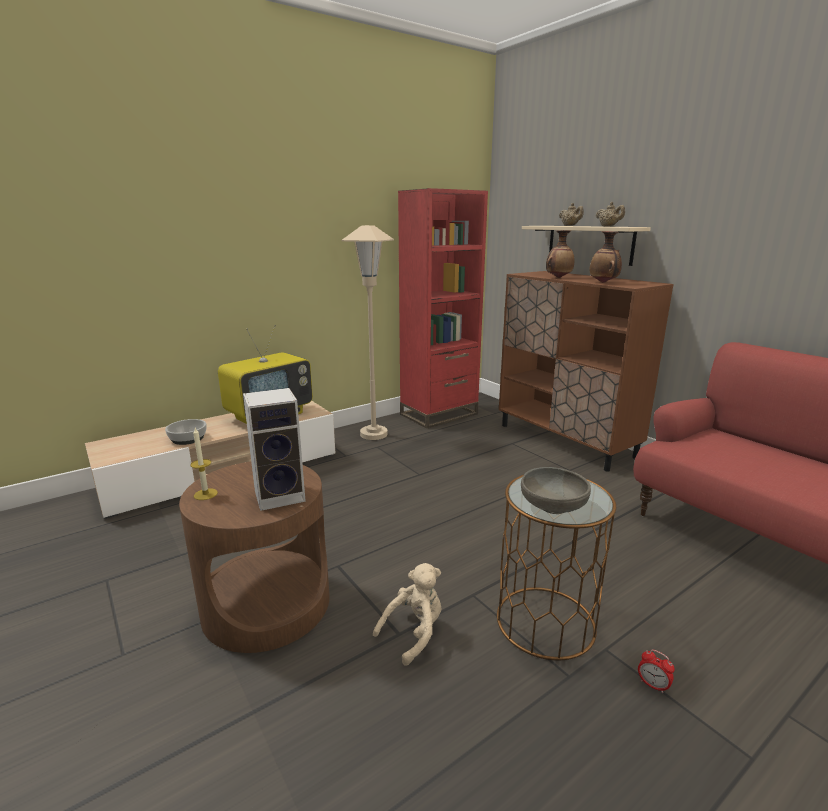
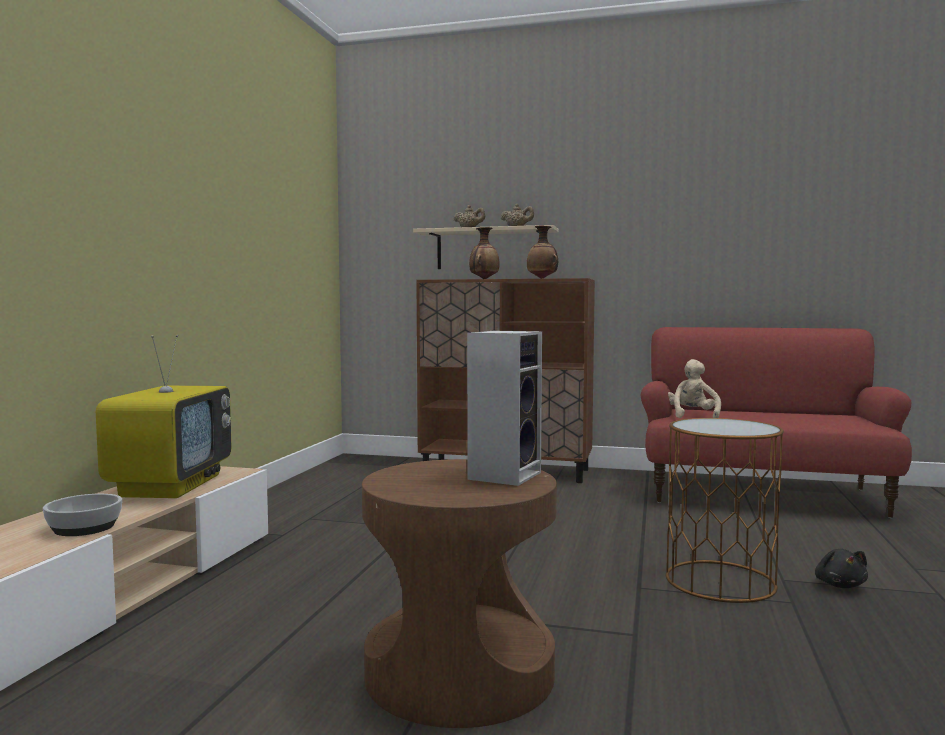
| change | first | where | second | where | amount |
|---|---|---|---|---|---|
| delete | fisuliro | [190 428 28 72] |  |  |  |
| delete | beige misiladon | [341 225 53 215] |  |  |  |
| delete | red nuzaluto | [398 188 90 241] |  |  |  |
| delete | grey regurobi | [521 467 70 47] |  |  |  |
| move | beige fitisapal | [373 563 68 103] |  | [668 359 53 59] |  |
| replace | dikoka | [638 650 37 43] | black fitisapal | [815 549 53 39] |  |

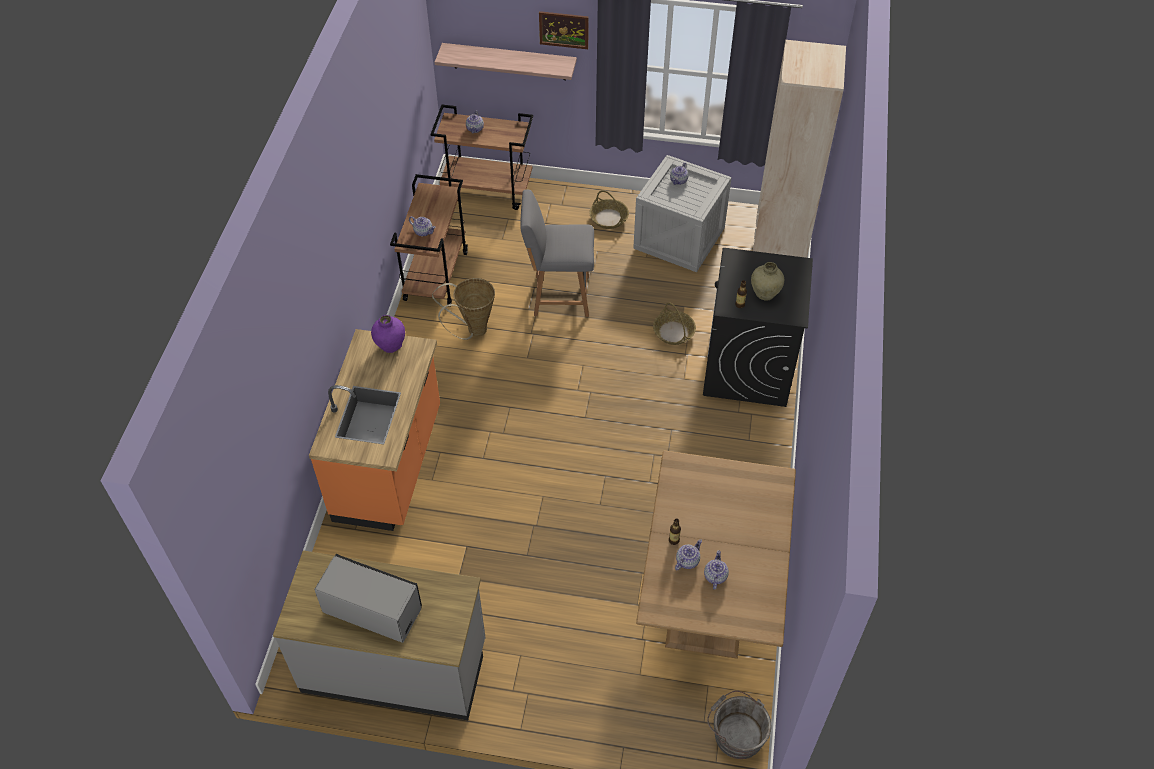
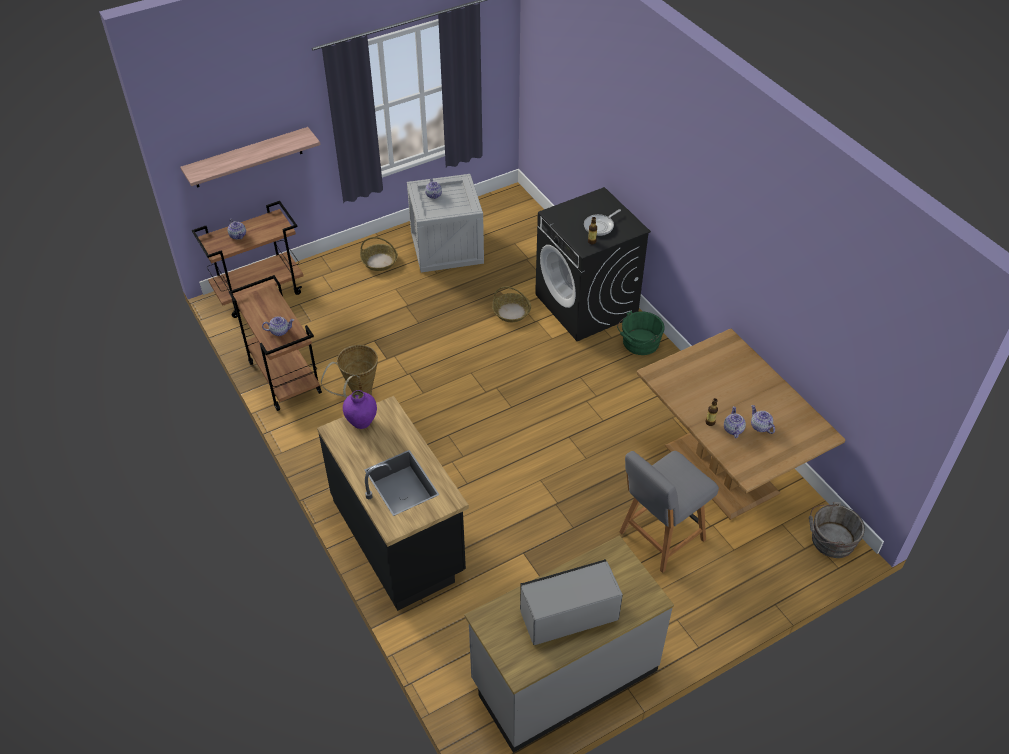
| change | first | where | second | where | amount |
|---|---|---|---|---|---|
| delete | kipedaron | [539 11 50 38] |  |  |  |
| delete | beige nuzaluto | [753 40 93 218] |  |  |  |
| insert |  |  | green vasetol | [617 311 48 44] |  |
| move | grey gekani | [520 190 74 127] |  | [619 451 100 122] |  |
| replace | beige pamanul | [751 262 33 39] | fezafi | [584 209 37 27] |  |
| recolor | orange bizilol | [309 329 131 202] | black bizilol | [317 396 152 215] |  |

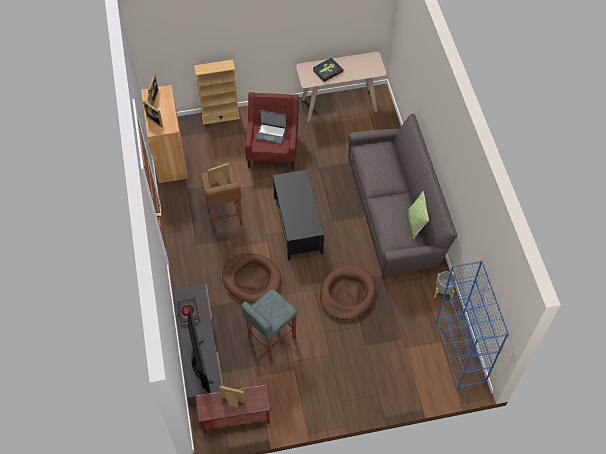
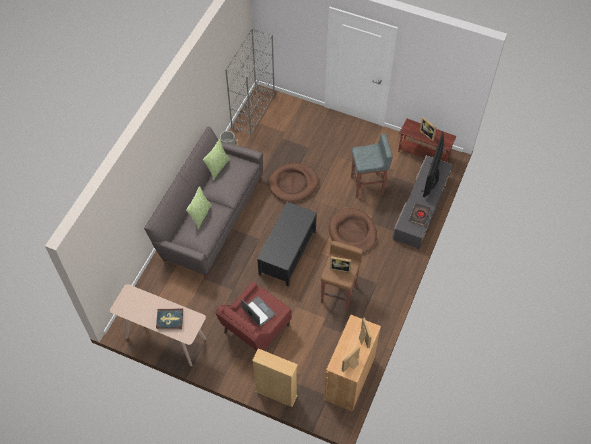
| change | first | where | second | where | amount |
|---|---|---|---|---|---|
| insert |  |  | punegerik | [186 186 26 43] |  |
| recolor | blue nuzaluto | [436 260 73 129] | grey nuzaluto | [225 28 50 108] |  |

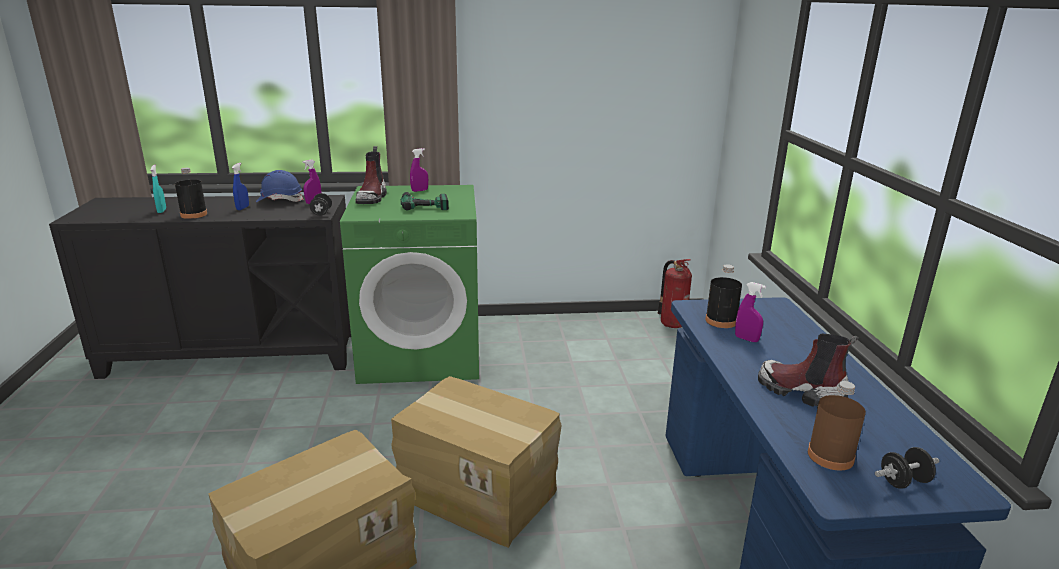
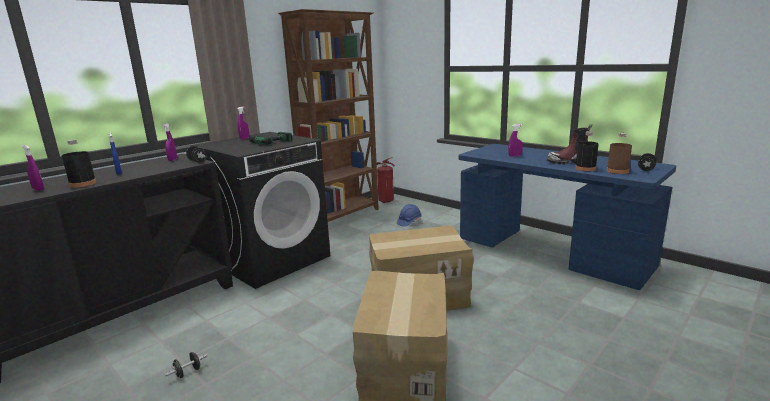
| change | first | where | second | where | amount |
|---|---|---|---|---|---|
| delete | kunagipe | [356 146 31 58] |  |  |  |
| insert |  |  | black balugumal | [165 352 42 26] |  |
| insert |  |  | brown nuzaluto | [278 9 101 213] |  |
| move | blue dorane | [256 170 48 32] |  | [397 204 25 23] |  |
| move | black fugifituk | [705 264 37 64] |  | [575 131 24 40] |  |
| recolor | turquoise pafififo | [151 165 15 48] | purple pafififo | [22 145 22 46] |  |
| recolor | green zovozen | [340 185 139 199] | black zovozen | [190 132 140 157] |  |

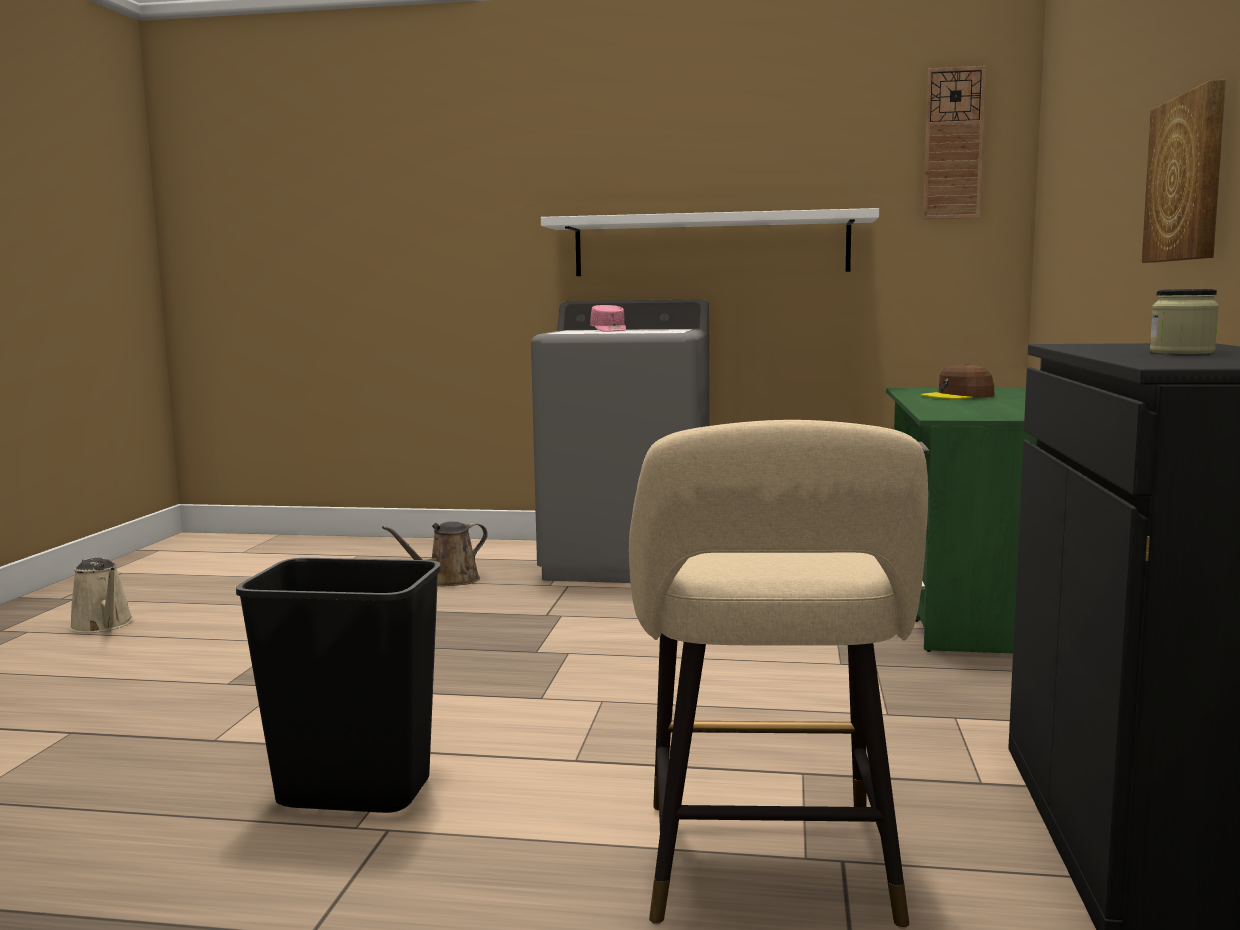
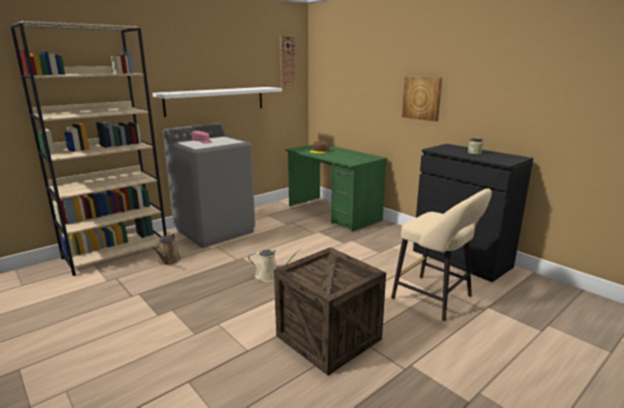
| change | first | where | second | where | amount |
|---|---|---|---|---|---|
| insert |  |  | beige nuzaluto | [10 21 157 255] |  |
| move | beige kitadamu | [69 557 64 76] |  | [248 249 53 33] |  |
| replace | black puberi | [236 558 205 255] | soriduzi | [274 247 112 128] |  |

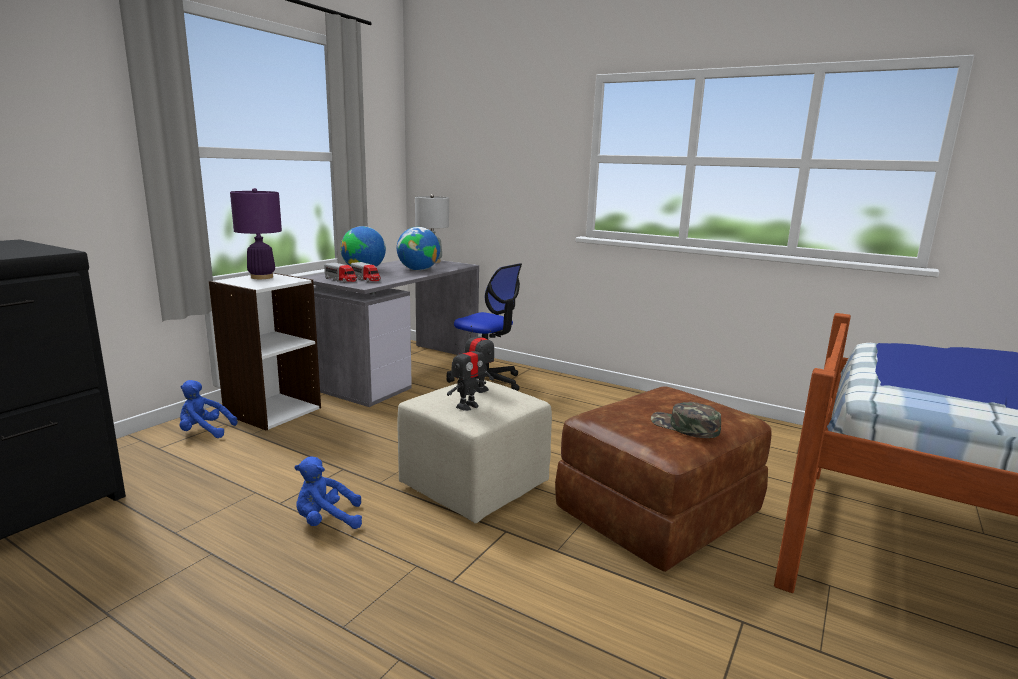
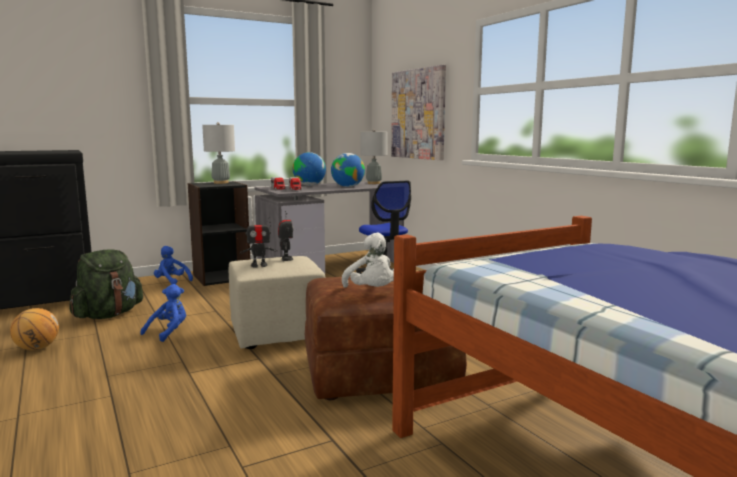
| change | first | where | second | where | amount |
|---|---|---|---|---|---|
| insert |  |  | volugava | [10 308 49 42] |  |
| insert |  |  | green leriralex | [69 249 74 70] |  |
| insert |  |  | kipedaron | [391 65 55 95] |  |
| replace | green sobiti | [651 402 70 36] | white fitisapal | [342 233 52 55] |  |
| recolor | white nuzaluto | [209 273 112 158] | black nuzaluto | [188 181 62 105] |  |
| recolor | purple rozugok | [230 188 52 91] | grey rozugok | [202 122 33 62] |  |
| rotate | blue fitisapal | [295 457 67 72] |  | [140 284 46 58] | 105 degrees clockwise |

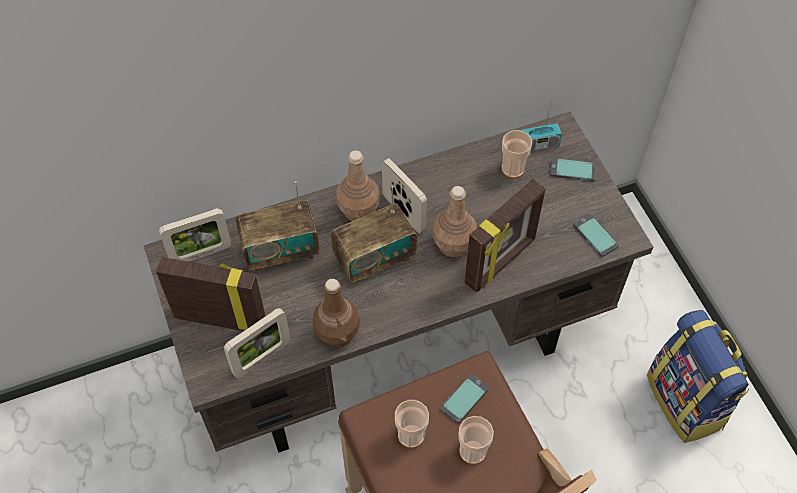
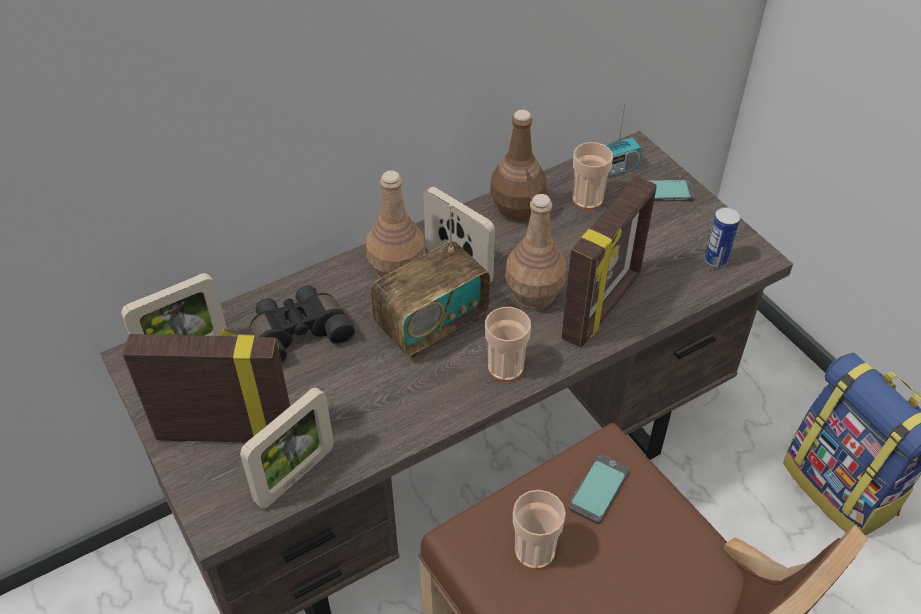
| change | first | where | second | where | amount |
|---|---|---|---|---|---|
| move | brown fugifituk | [313 279 47 68] |  | [490 110 57 112] |  |
| move | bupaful | [458 416 36 48] |  | [485 307 46 75] |  |
| replace | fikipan | [236 181 84 91] | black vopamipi | [250 285 105 79] |  |
| replace | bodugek | [573 214 46 43] | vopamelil | [704 207 36 61] |  |

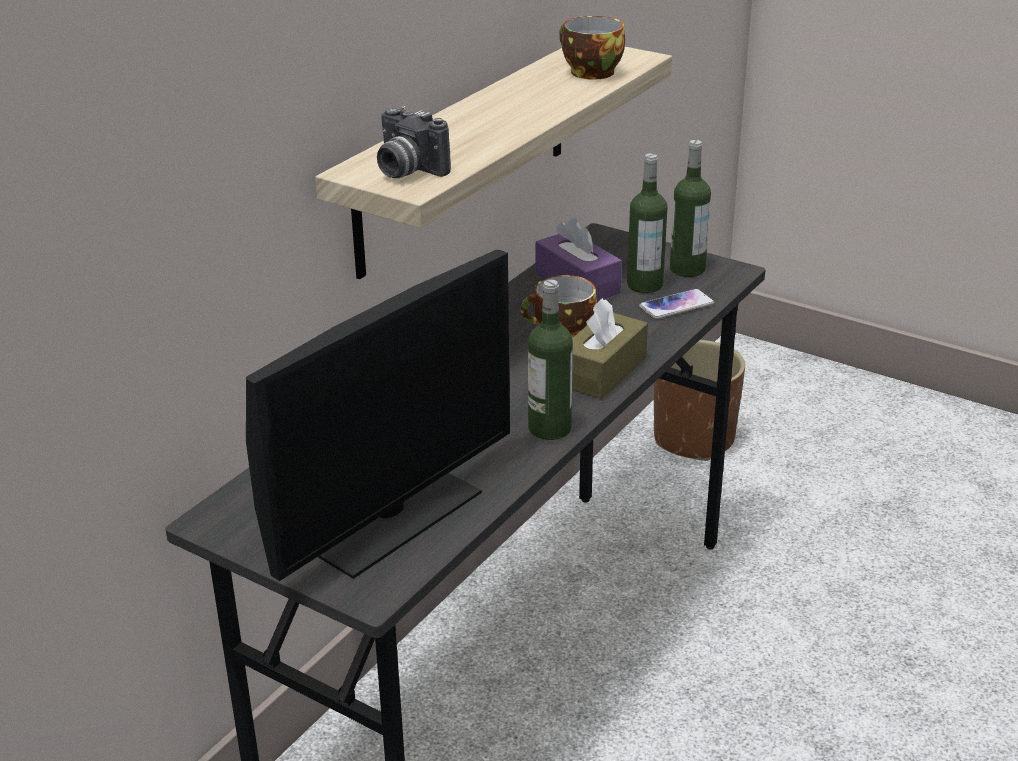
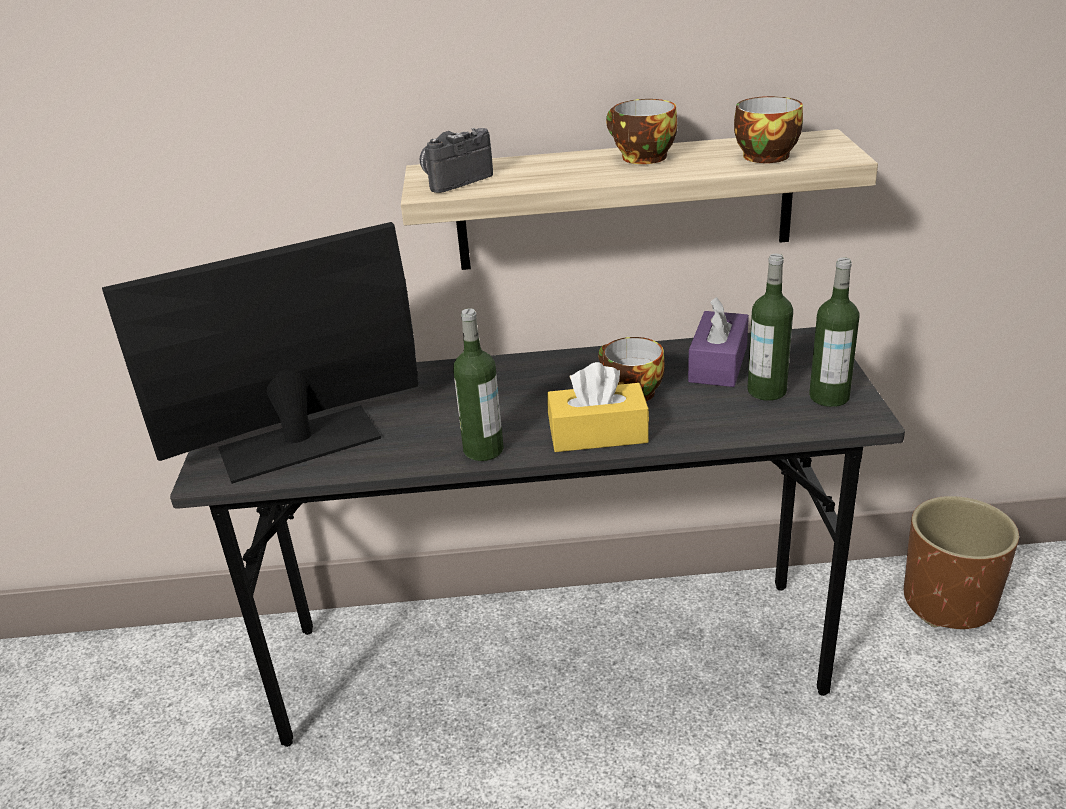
| change | first | where | second | where | amount |
|---|---|---|---|---|---|
| delete | bodugek | [639 289 76 30] |  |  |  |
| insert |  |  | bupaful | [606 99 72 65] |  |
| recolor | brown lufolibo | [572 298 76 101] | yellow lufolibo | [548 362 101 90] |  |
| rotate | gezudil | [246 250 264 331] |  | [102 222 316 262] | 150 degrees clockwise |
| rotate | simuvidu | [377 106 74 72] |  | [420 128 73 65] | 45 degrees clockwise |

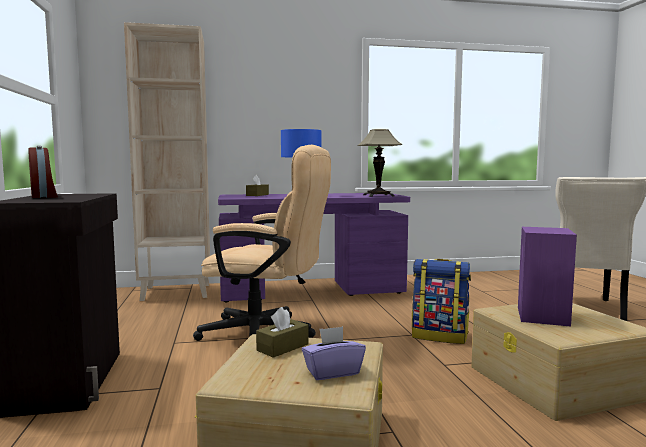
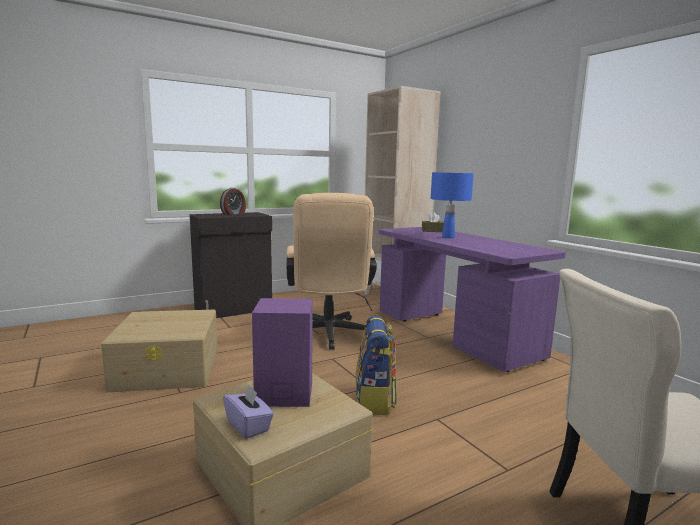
| change | first | where | second | where | amount |
|---|---|---|---|---|---|
| delete | brown lufolibo | [256 307 53 51] |  |  |  |
| delete | rozugok | [357 129 46 68] |  |  |  |
| move | purple lufolibo | [302 326 64 54] |  | [223 385 51 54] |  |

